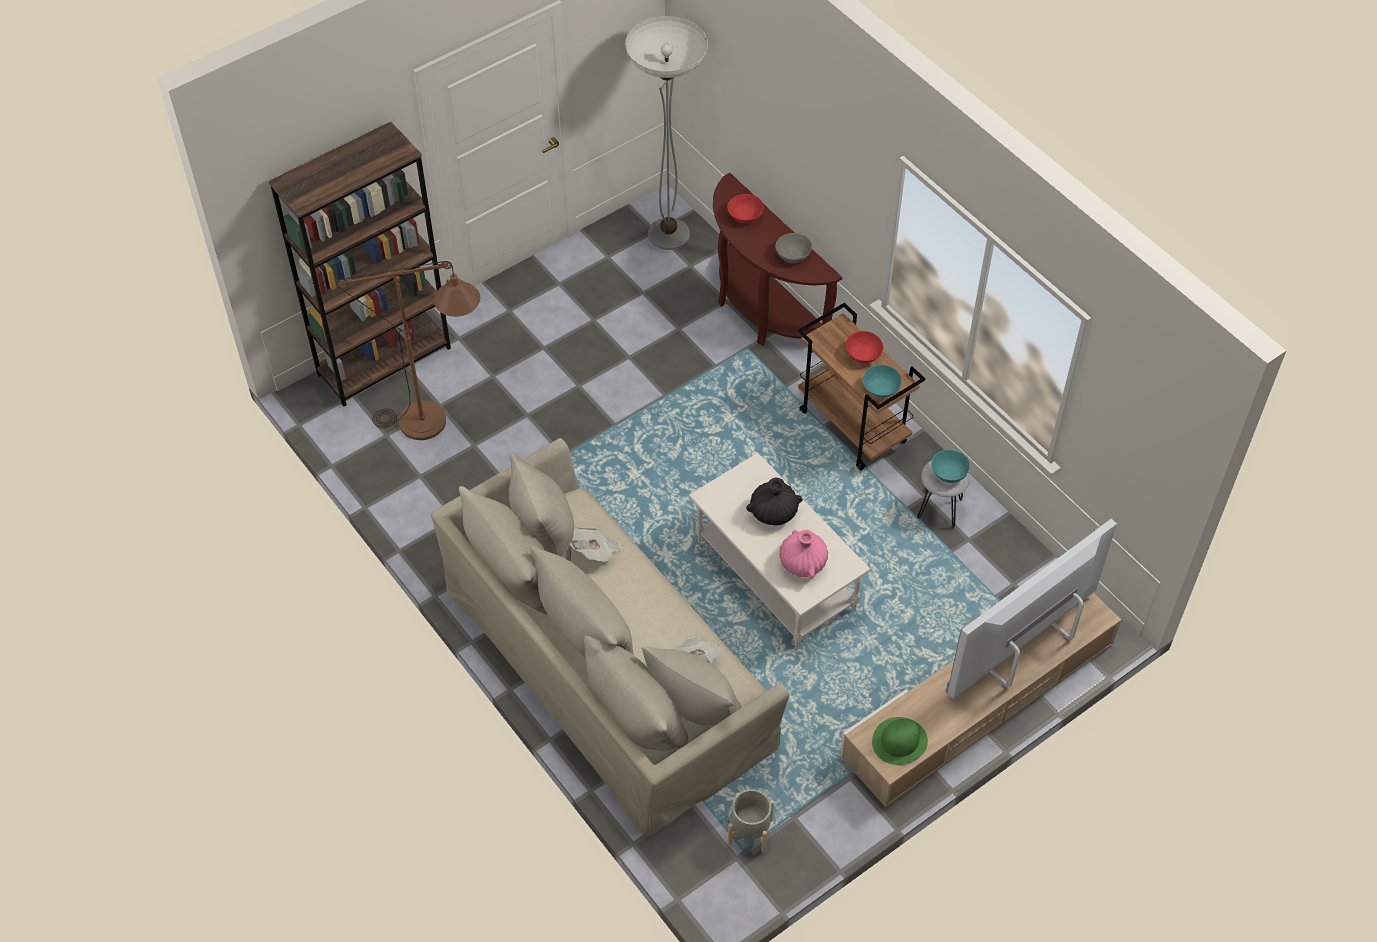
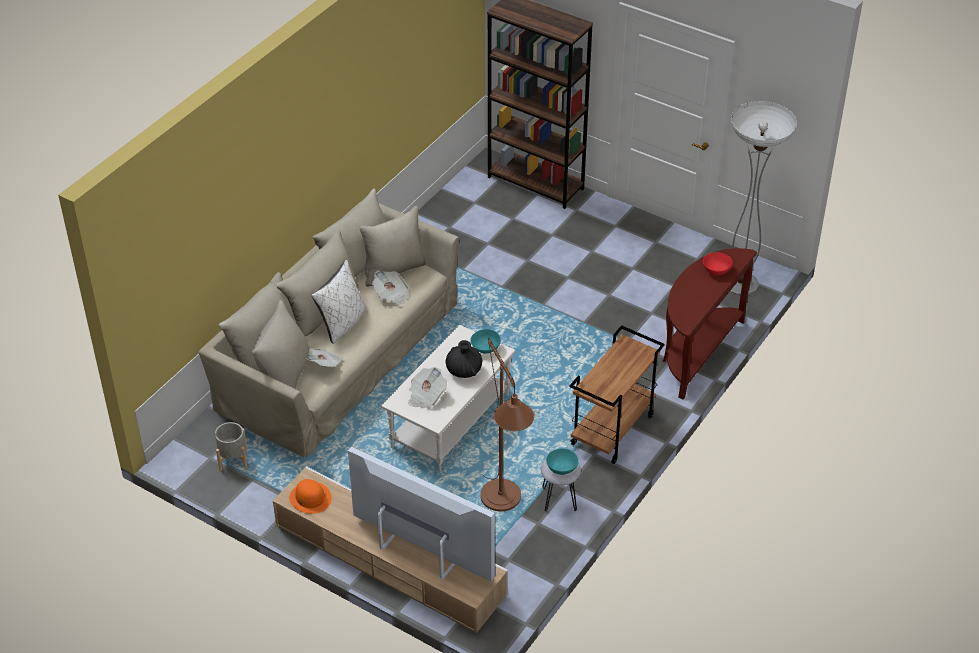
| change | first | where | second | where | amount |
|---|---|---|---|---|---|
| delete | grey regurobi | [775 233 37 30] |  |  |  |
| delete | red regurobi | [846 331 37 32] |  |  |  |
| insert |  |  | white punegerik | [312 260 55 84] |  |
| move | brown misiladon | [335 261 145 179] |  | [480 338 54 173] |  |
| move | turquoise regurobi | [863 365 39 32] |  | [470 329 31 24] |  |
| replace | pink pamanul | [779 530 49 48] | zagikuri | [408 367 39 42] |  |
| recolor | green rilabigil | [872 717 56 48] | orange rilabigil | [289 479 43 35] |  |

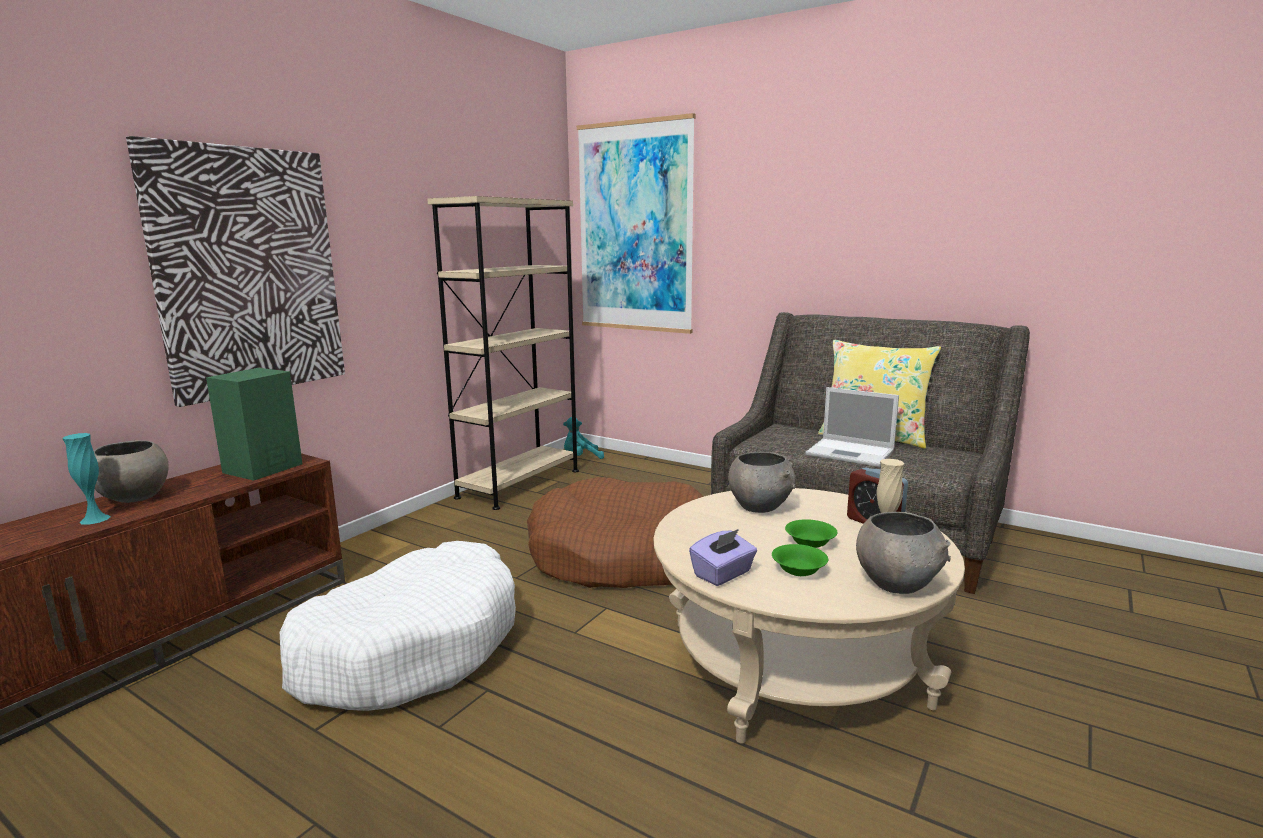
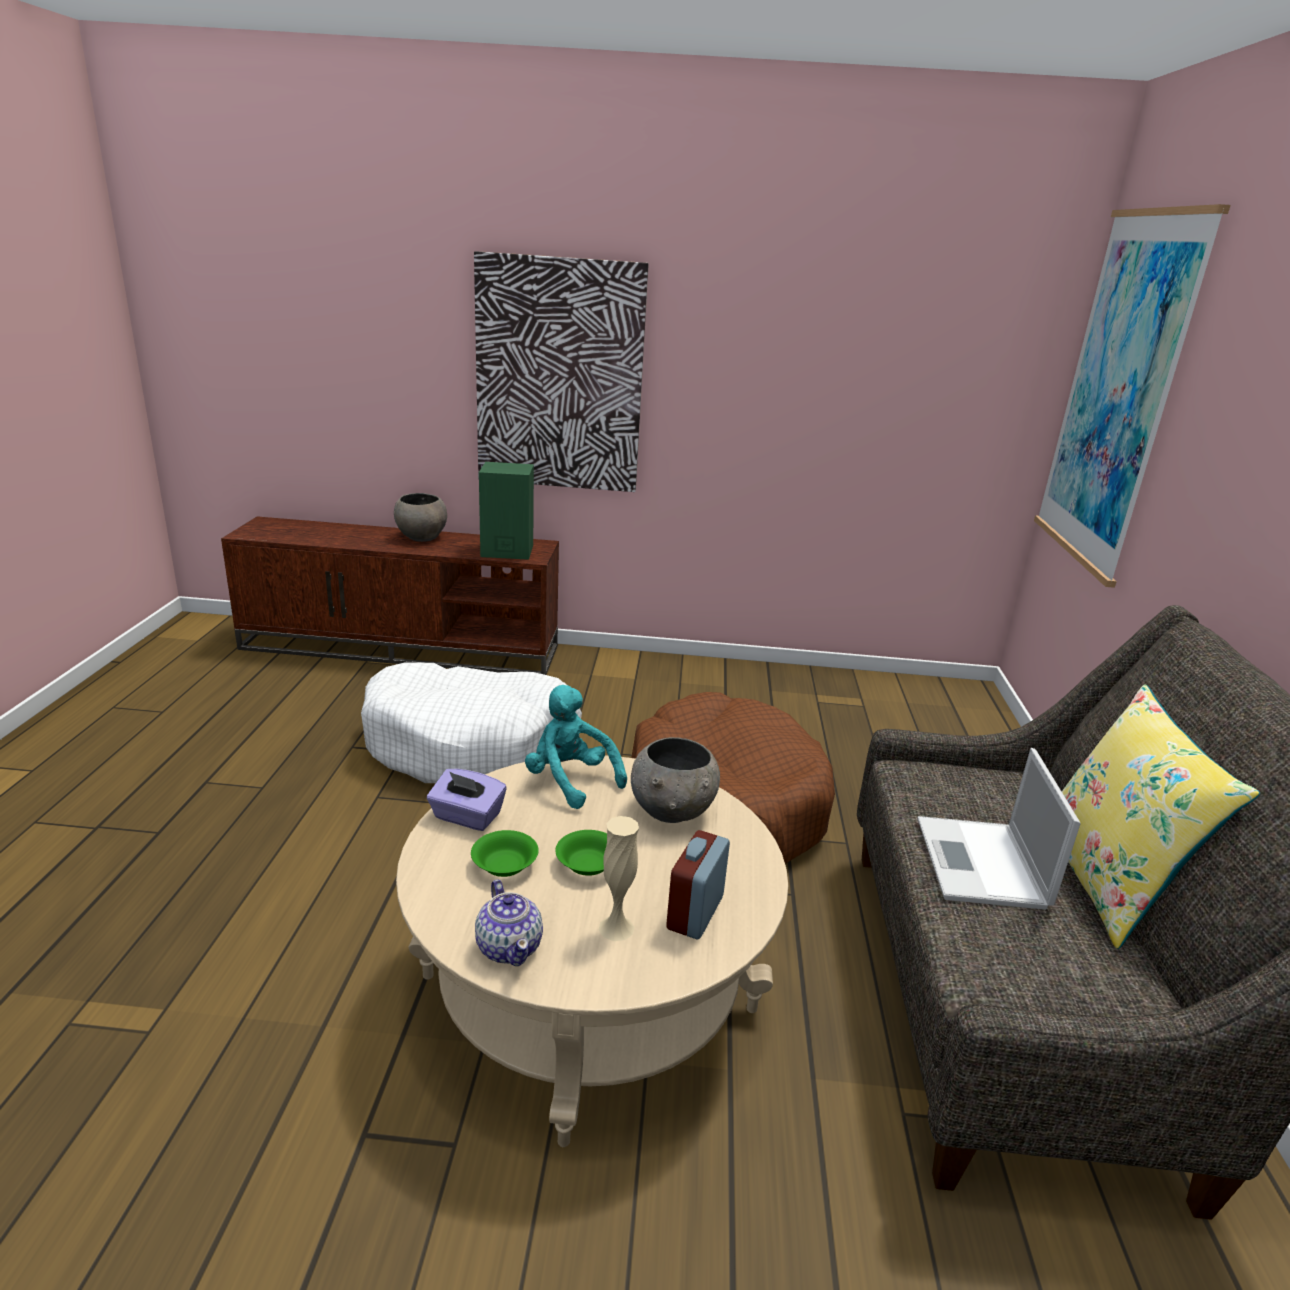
| change | first | where | second | where | amount |
|---|---|---|---|---|---|
| delete | turquoise pamanul | [62 433 48 92] |  |  |  |
| delete | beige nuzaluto | [427 196 152 314] |  |  |  |
| move | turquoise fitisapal | [563 417 41 42] |  | [525 685 102 124] |  |
| replace | grey regurobi | [856 512 95 82] | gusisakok | [475 879 68 87] |  |

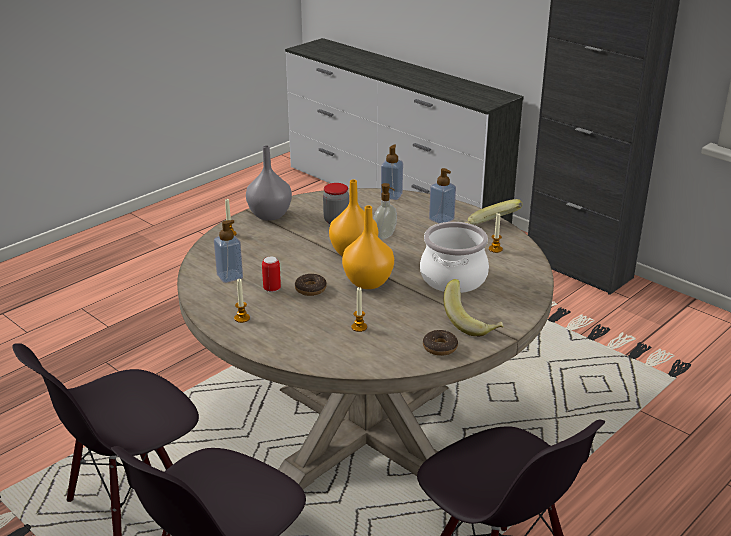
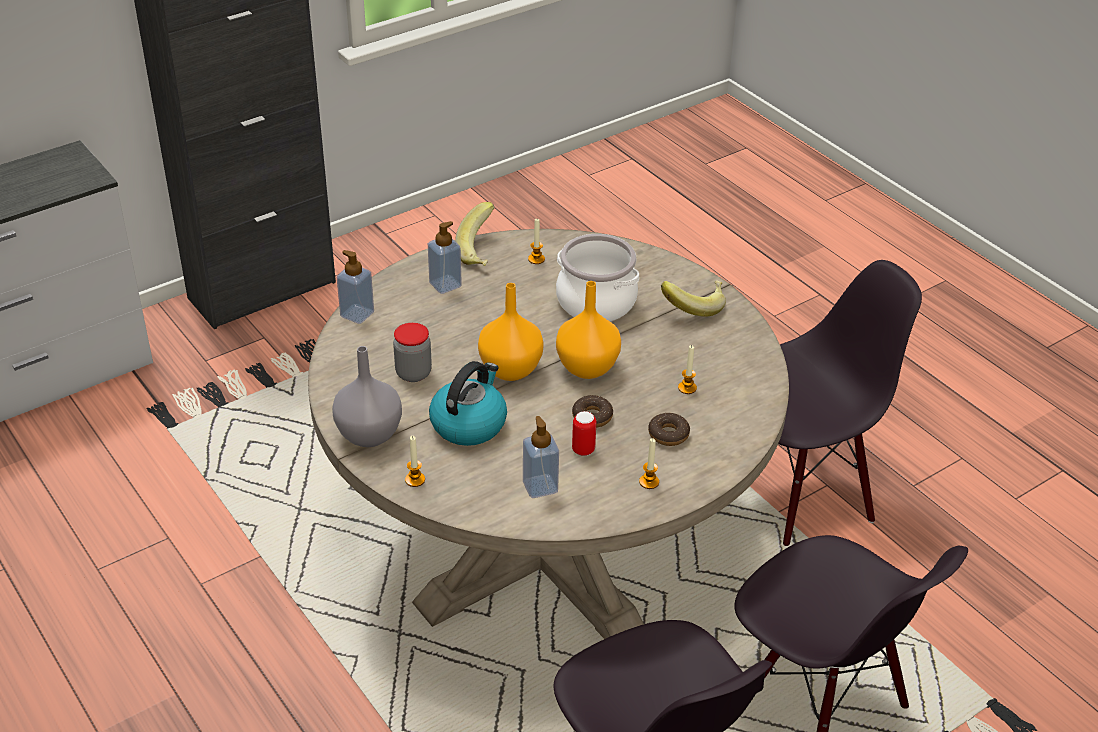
| change | first | where | second | where | amount |
|---|---|---|---|---|---|
| delete | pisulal | [373 183 24 57] |  |  |  |
| insert |  |  | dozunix | [429 361 78 85] |  |
| move | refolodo | [423 330 35 26] |  | [648 413 42 33] |  |

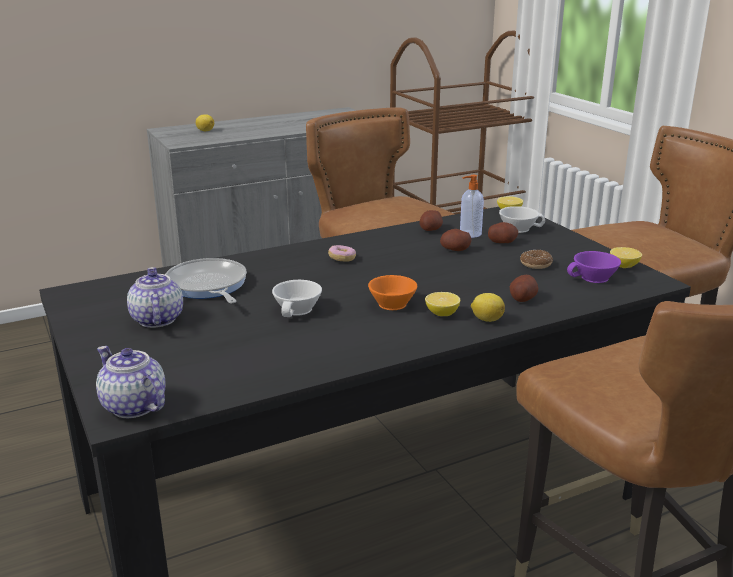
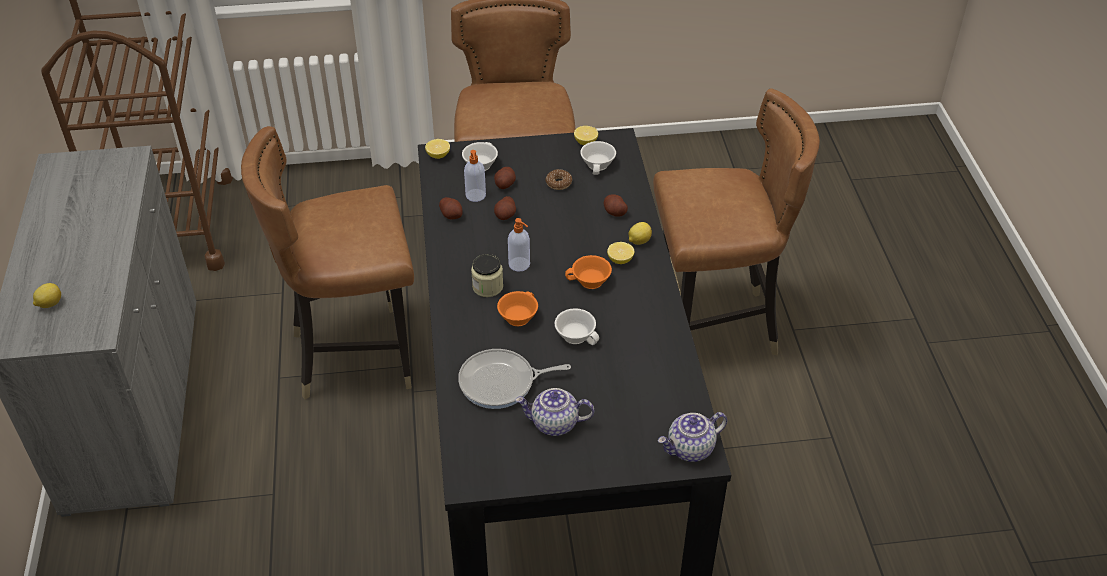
| change | first | where | second | where | amount |
|---|---|---|---|---|---|
| insert |  |  | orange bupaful | [497 291 41 35] |  |
| insert |  |  | pisulal | [508 218 22 54] |  |
| replace | refolodo | [328 245 28 17] | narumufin | [471 254 32 43] |  |
| recolor | purple bupaful | [567 251 54 32] | white bupaful | [580 141 36 34] |  |

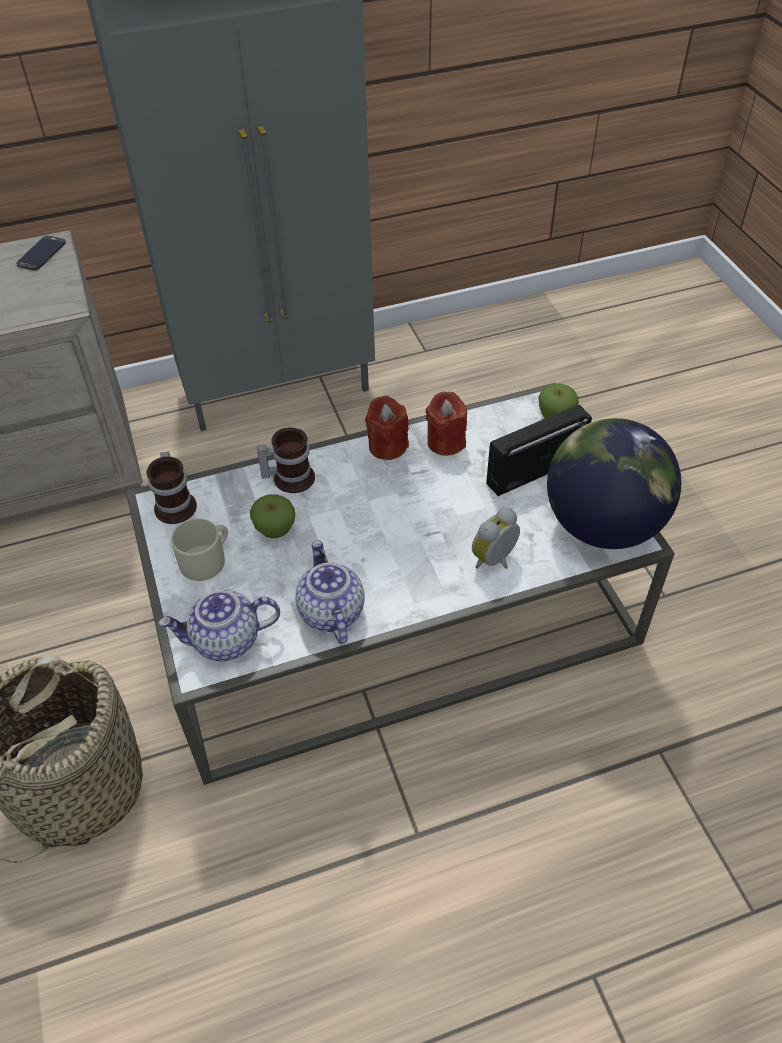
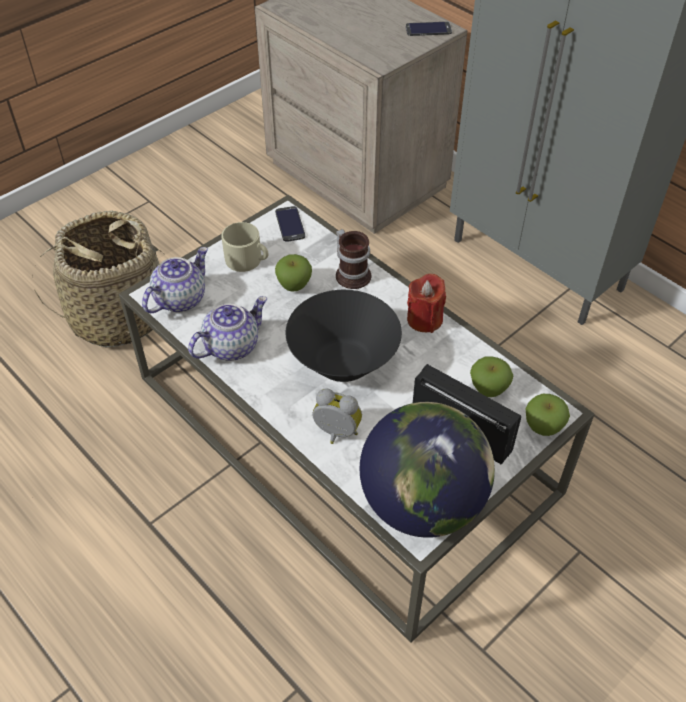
| change | first | where | second | where | amount |
|---|---|---|---|---|---|
| delete | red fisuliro | [426 392 41 64] |  |  |  |
| insert |  |  | black regurobi | [285 290 117 92] |  |
| insert |  |  | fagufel | [470 356 43 41] |  |
| replace | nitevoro | [146 452 51 72] | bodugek | [275 206 30 36] |  |
| rotate | gusisakok | [159 590 121 71] |  | [142 247 66 66] | 75 degrees clockwise |

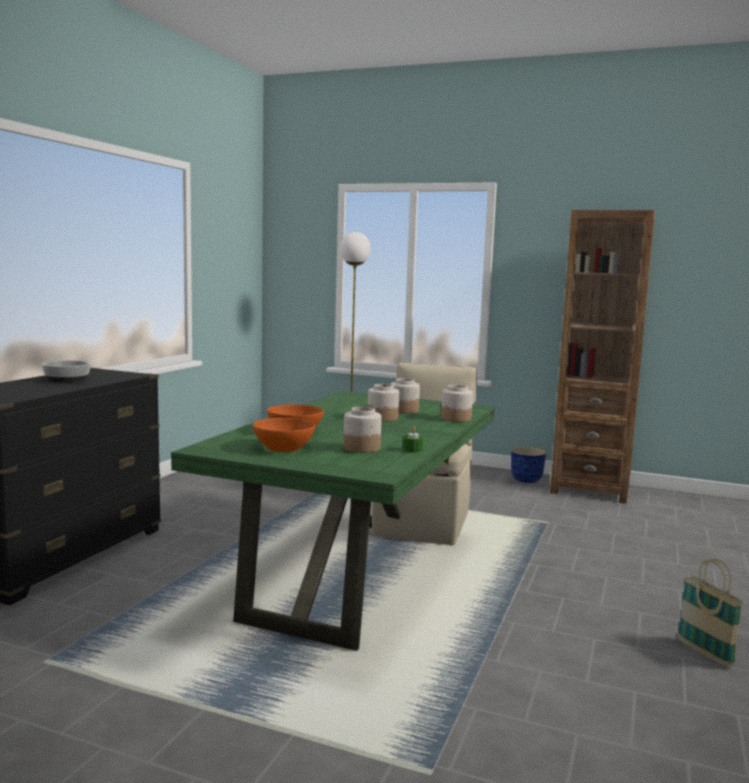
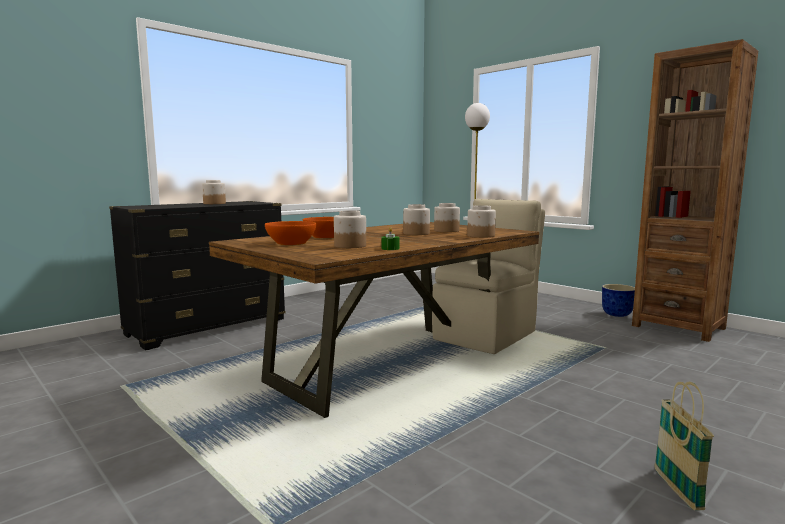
| change | first | where | second | where | amount |
|---|---|---|---|---|---|
| replace | regurobi | [42 360 49 23] | narumufin | [202 180 24 24] |  |
| recolor | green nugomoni | [171 391 324 260] | brown nugomoni | [209 222 330 196] |  |

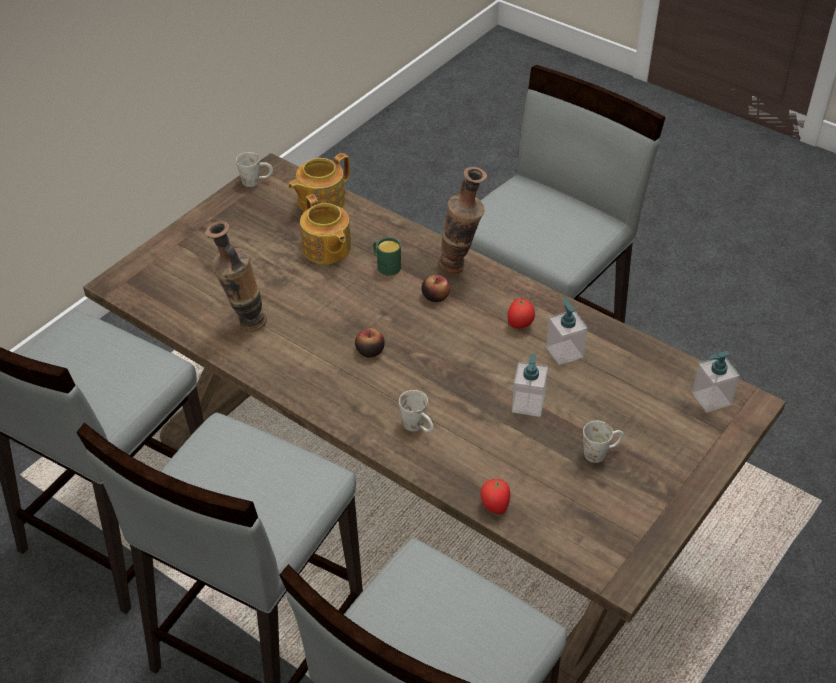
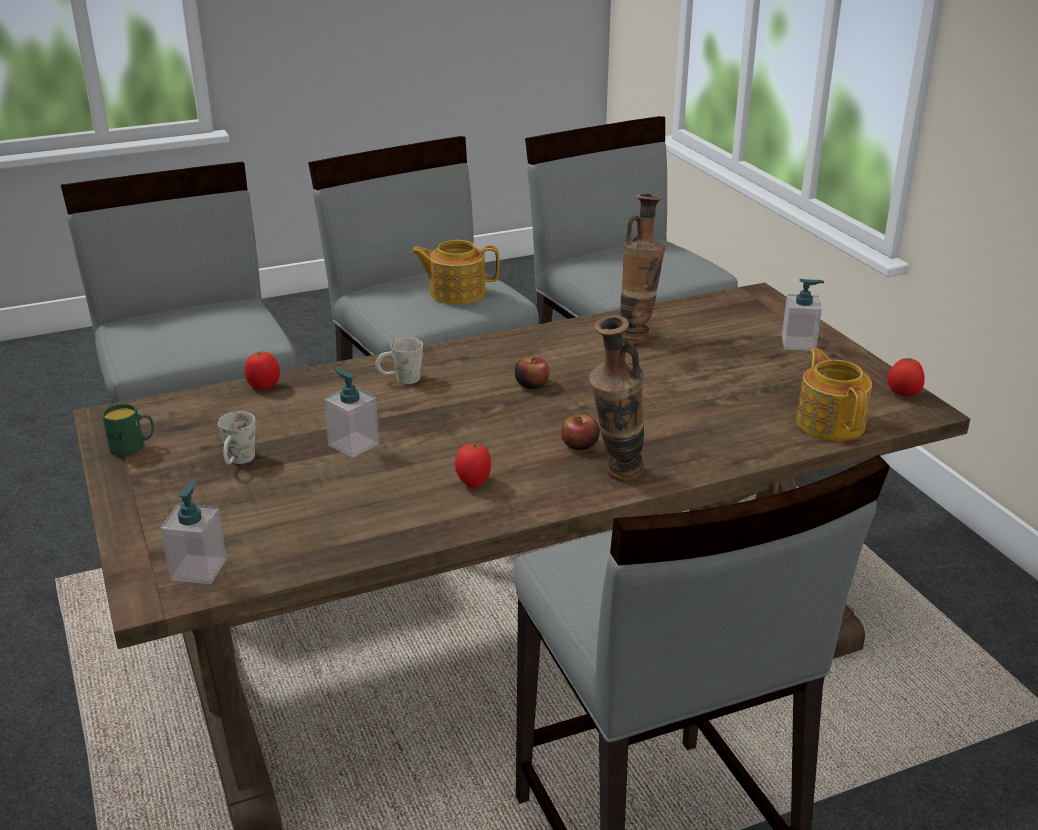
| change | first | where | second | where | amount |
|---|---|---|---|---|---|
| move | gusisakok | [300 194 51 70] |  | [410 240 89 65] |  |
| move | green nitevoro | [373 237 28 38] |  | [102 404 52 52] |  |
| move | pisulal | [546 298 42 67] |  | [782 279 42 72] |  |
| replace | white nitevoro | [236 152 37 35] | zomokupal | [888 358 37 38] |  |

